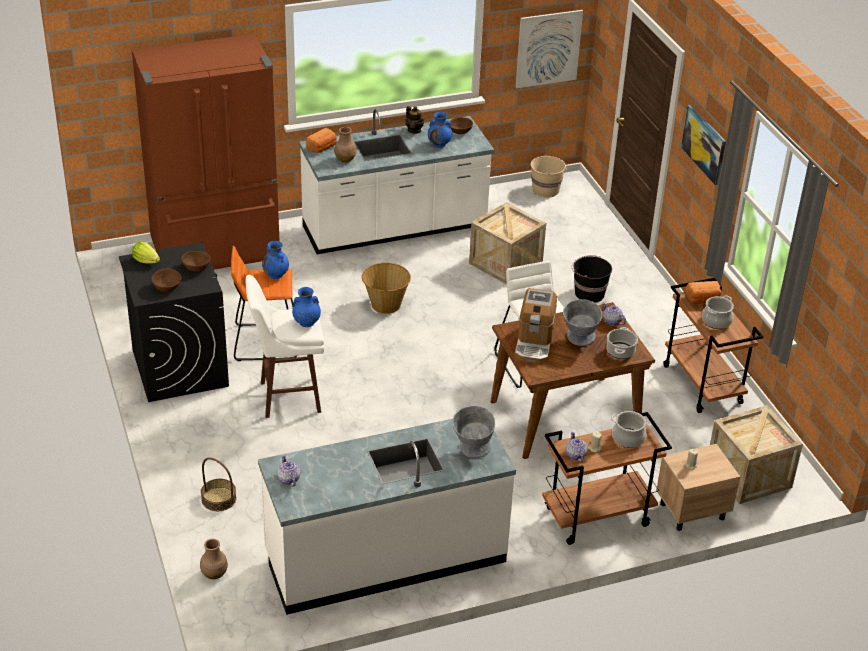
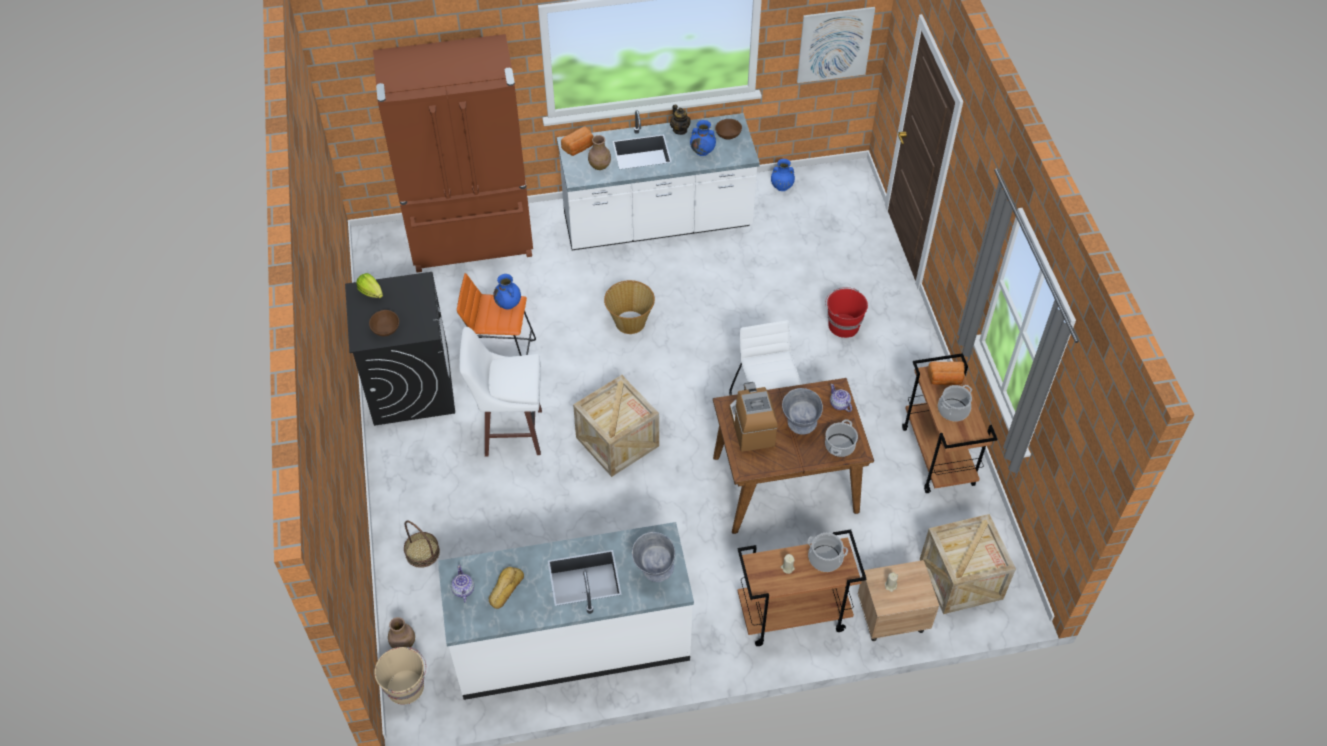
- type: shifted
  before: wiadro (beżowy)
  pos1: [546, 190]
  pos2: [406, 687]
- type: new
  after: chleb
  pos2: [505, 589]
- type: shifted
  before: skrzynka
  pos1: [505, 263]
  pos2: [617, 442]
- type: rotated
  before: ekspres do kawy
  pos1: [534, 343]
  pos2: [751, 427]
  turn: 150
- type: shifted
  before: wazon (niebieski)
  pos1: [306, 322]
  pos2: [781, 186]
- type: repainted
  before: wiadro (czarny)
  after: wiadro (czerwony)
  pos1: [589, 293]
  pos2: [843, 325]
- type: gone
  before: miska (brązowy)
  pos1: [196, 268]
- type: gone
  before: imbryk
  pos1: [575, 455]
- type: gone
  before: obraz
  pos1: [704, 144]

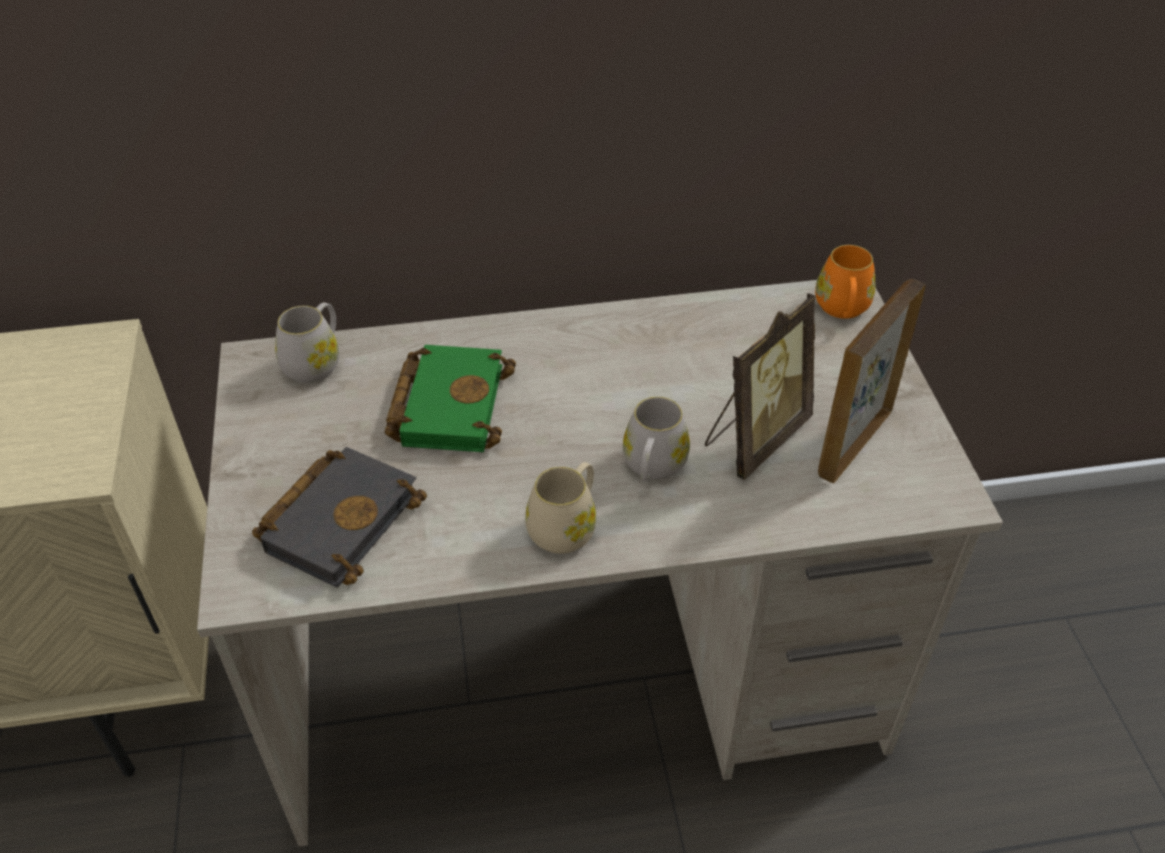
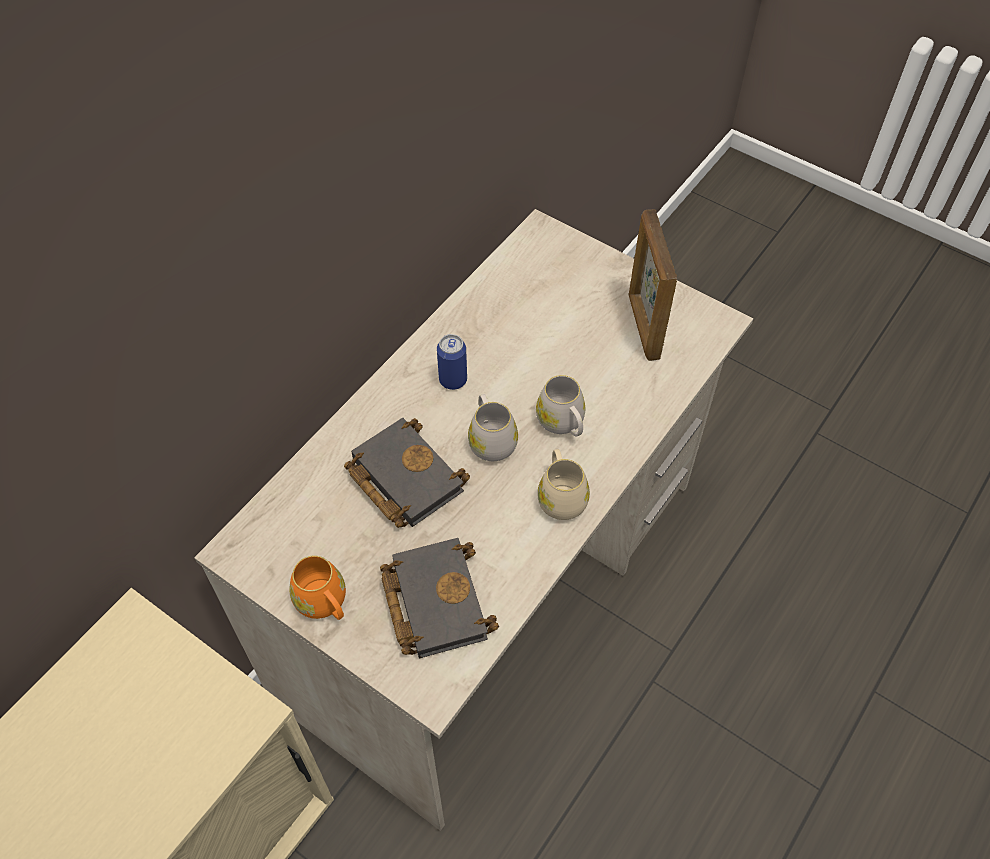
- type: shifted
  before: kubek (pomarańczowy)
  pos1: [842, 310]
  pos2: [324, 603]
- type: repainted
  before: książka (zielony)
  after: książka (czarny)
  pos1: [448, 403]
  pos2: [402, 477]
- type: new
  after: puszka
  pos2: [453, 380]
- type: shifted
  before: kubek (biały)
  pos1: [316, 362]
  pos2: [490, 440]
- type: gone
  before: ramka na zdjęcie
  pos1: [754, 438]

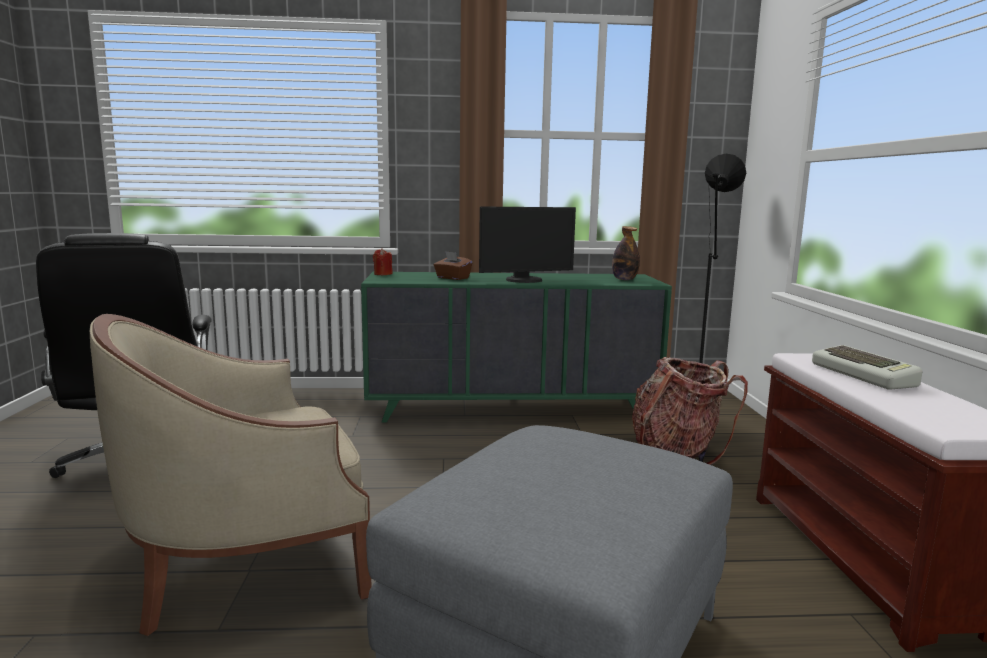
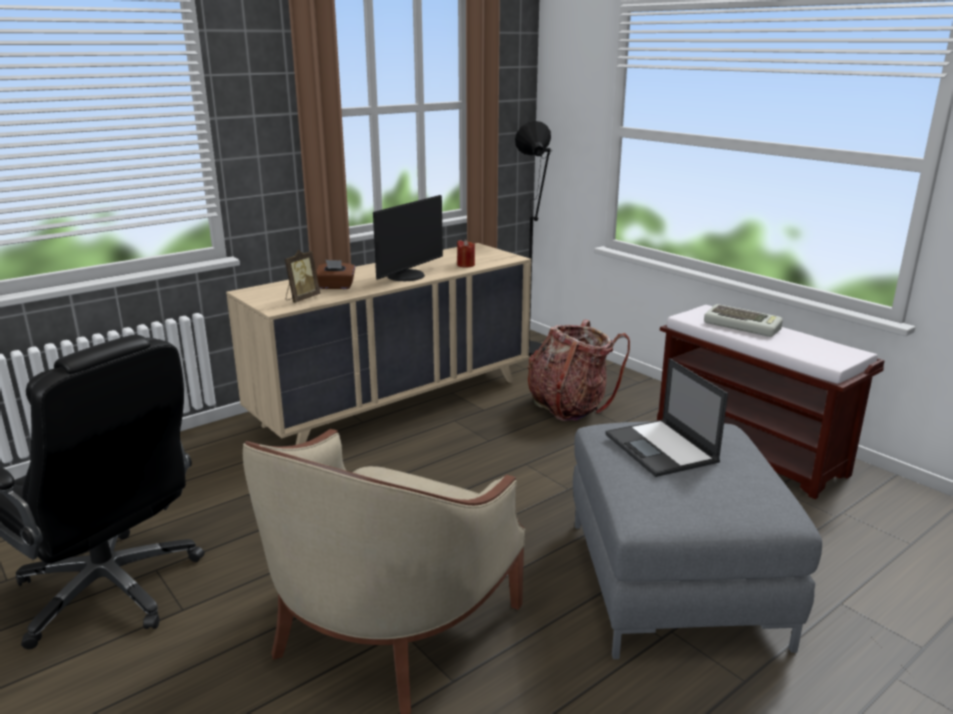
- type: repainted
  before: komoda (zielony)
  after: komoda (beżowy)
  pos1: [512, 409]
  pos2: [395, 402]
- type: new
  after: ramka na zdjęcie
  pos2: [301, 298]
- type: shifted
  before: świeca (czerwony)
  pos1: [383, 274]
  pos2: [466, 265]
- type: new
  after: laptop
  pos2: [661, 448]
- type: gone
  before: butelka
  pos1: [624, 279]

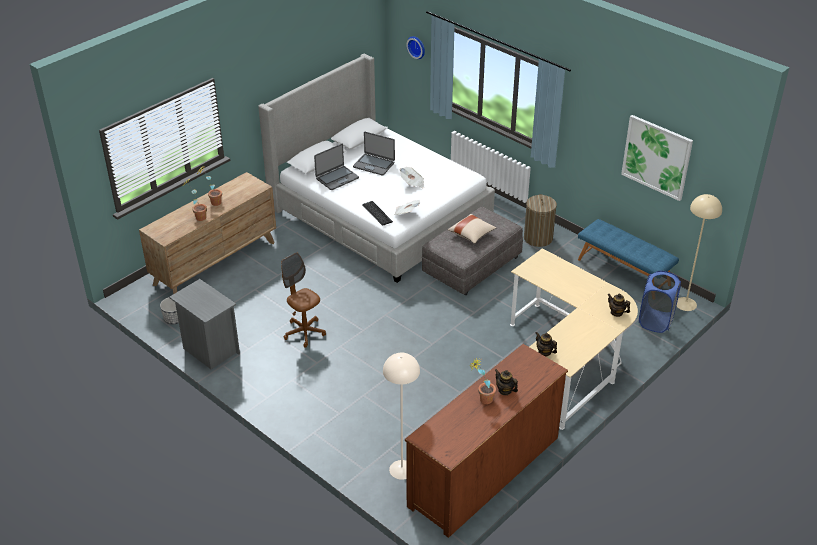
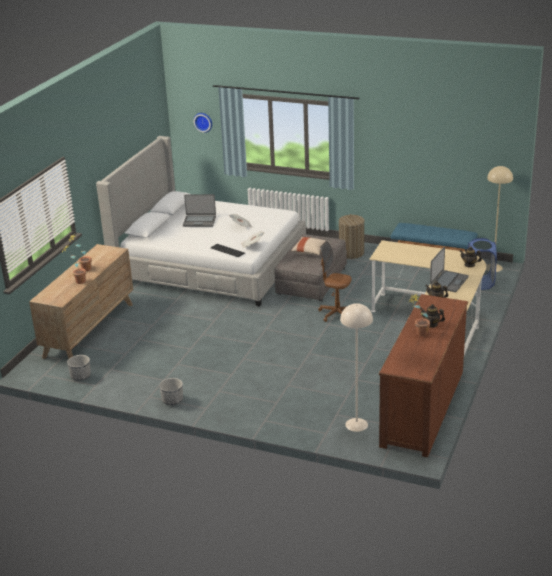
- type: new
  after: donica
  pos2: [172, 400]
- type: shifted
  before: krzesło biurowe (brązowy)
  pos1: [304, 332]
  pos2: [336, 314]
- type: shifted
  before: laptop
  pos1: [337, 178]
  pos2: [448, 282]
- type: gone
  before: szafka nocna (szary)
  pos1: [209, 350]
- type: gone
  before: obraz
  pos1: [656, 157]

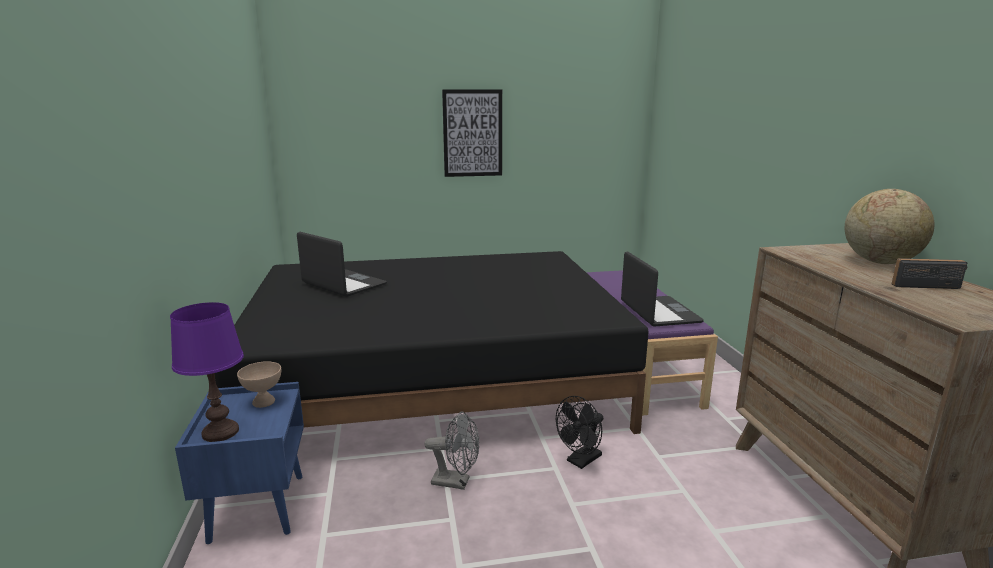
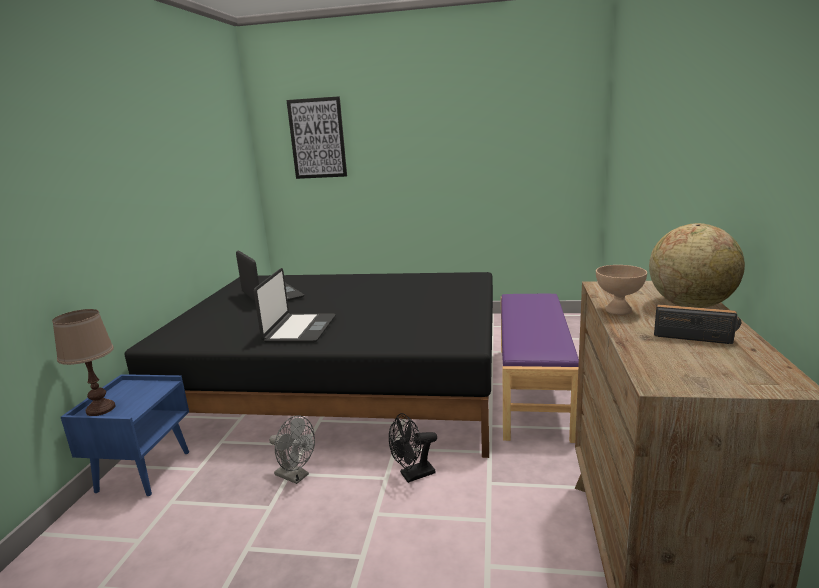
- type: repainted
  before: lampa stołowa (fioletowy)
  after: lampa stołowa (brązowy)
  pos1: [220, 432]
  pos2: [101, 409]
- type: shifted
  before: laptop
  pos1: [658, 312]
  pos2: [299, 329]
- type: shifted
  before: obraz
  pos1: [472, 133]
  pos2: [317, 138]
- type: shifted
  before: miska (beżowy)
  pos1: [264, 402]
  pos2: [619, 310]

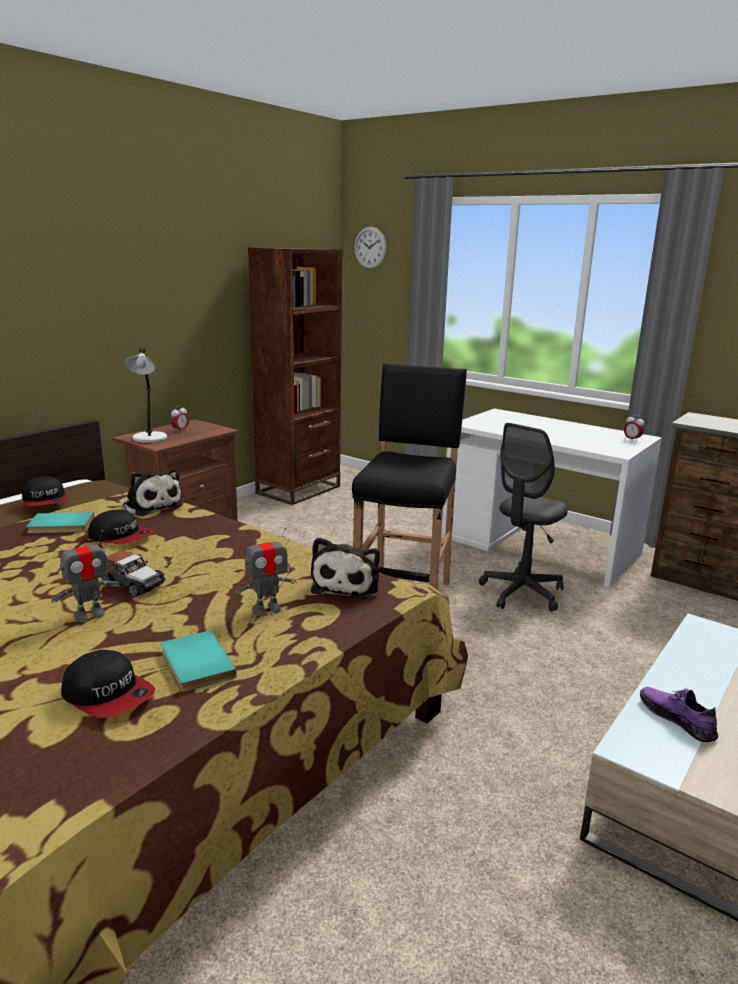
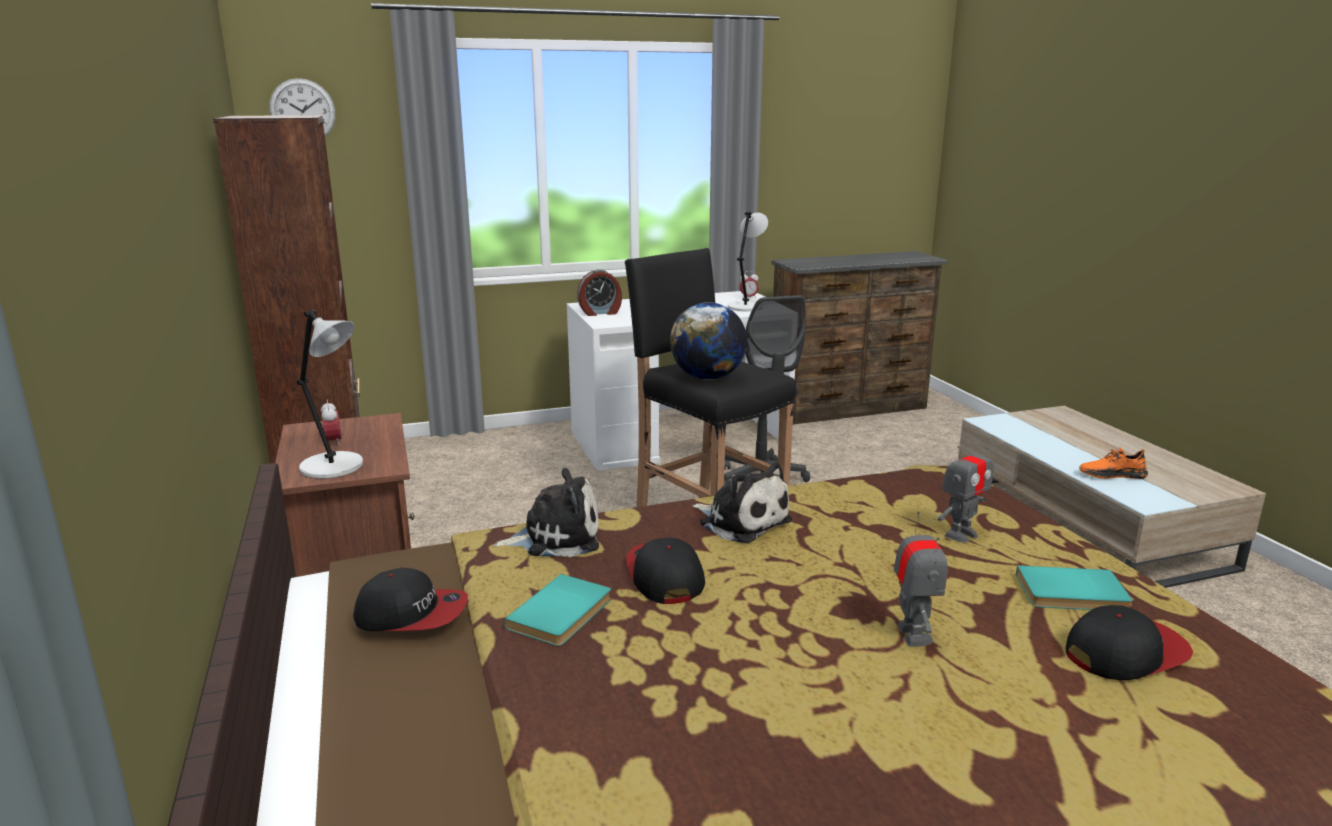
- type: new
  after: budzik
  pos2: [600, 313]
- type: rotated
  before: czapka z daszkiem
  pos1: [121, 537]
  pos2: [664, 575]
  turn: -75
- type: new
  after: globus
  pos2: [707, 378]
- type: shifted
  before: pluszak
  pos1: [347, 584]
  pos2: [741, 521]
- type: new
  after: lampa stołowa (szary)
  pos2: [746, 306]
- type: rotated
  before: robot zabawkowy
  pos1: [267, 609]
  pos2: [960, 534]
  turn: 45
- type: repainted
  before: but (fioletowy)
  after: but (pomarańczowy)
  pos1: [676, 718]
  pos2: [1111, 475]
- type: gone
  before: samochodzik
  pos1: [132, 584]

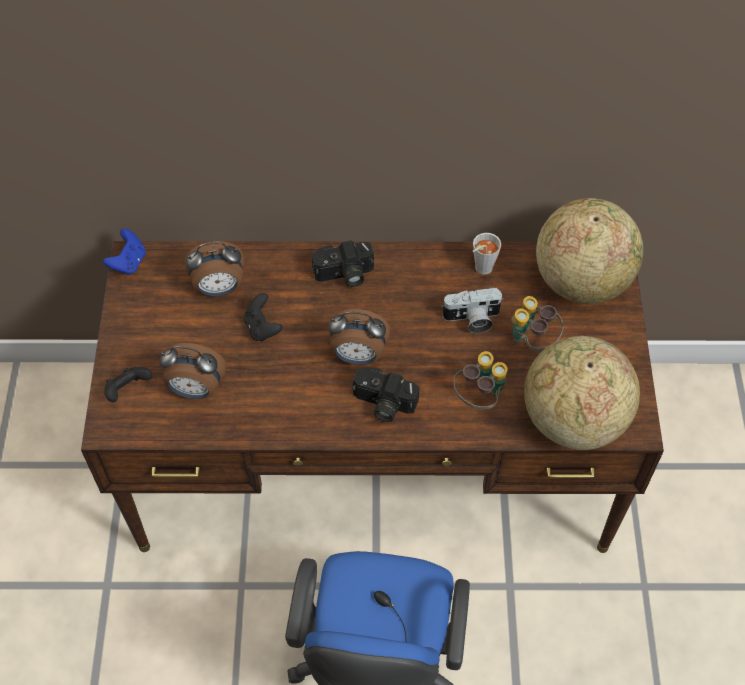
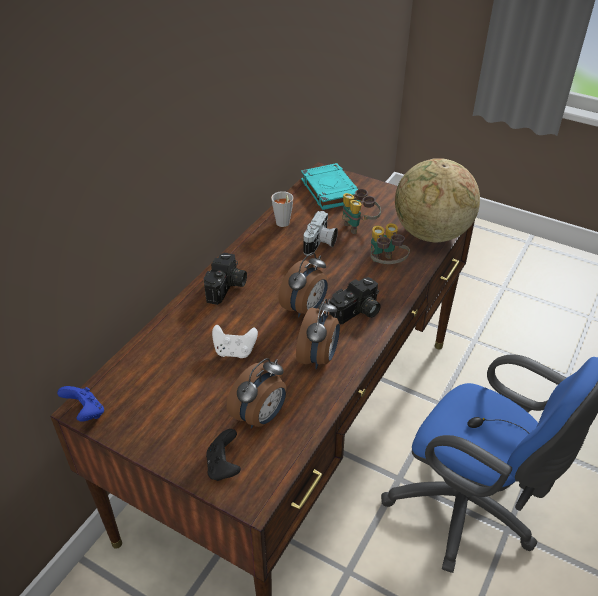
- type: repainted
  before: pad do gier (czarny)
  after: pad do gier (biały)
  pos1: [262, 328]
  pos2: [234, 351]
- type: shifted
  before: budzik
  pos1: [219, 289]
  pos2: [319, 358]
- type: swapped
  before: globus
  after: książka (turkusowy)
  pos1: [581, 281]
  pos2: [330, 190]

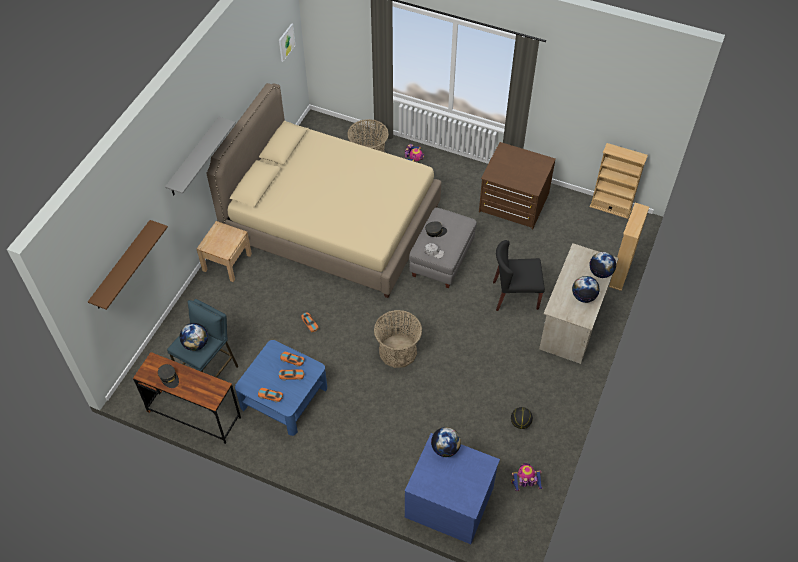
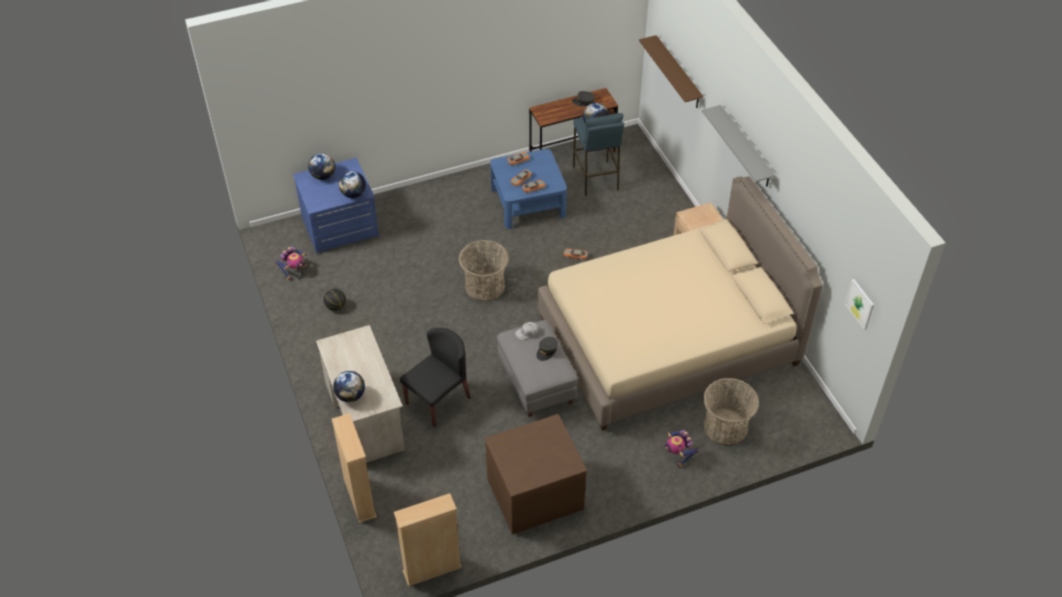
- type: shifted
  before: globus
  pos1: [583, 296]
  pos2: [323, 176]

